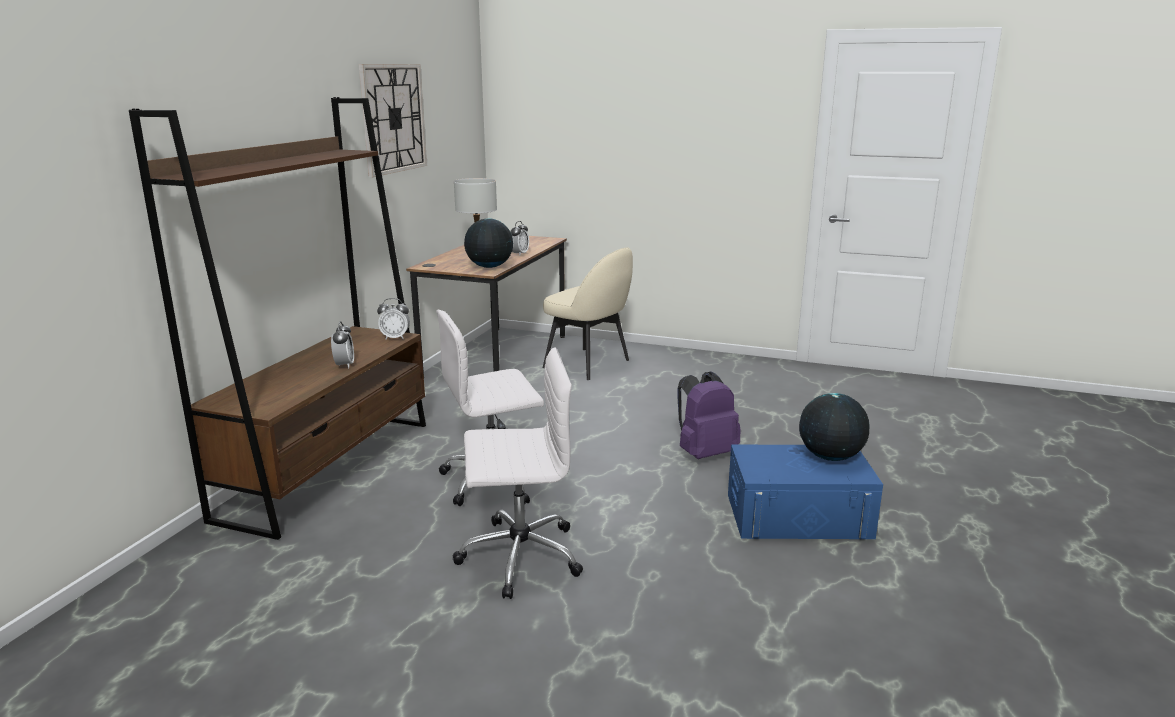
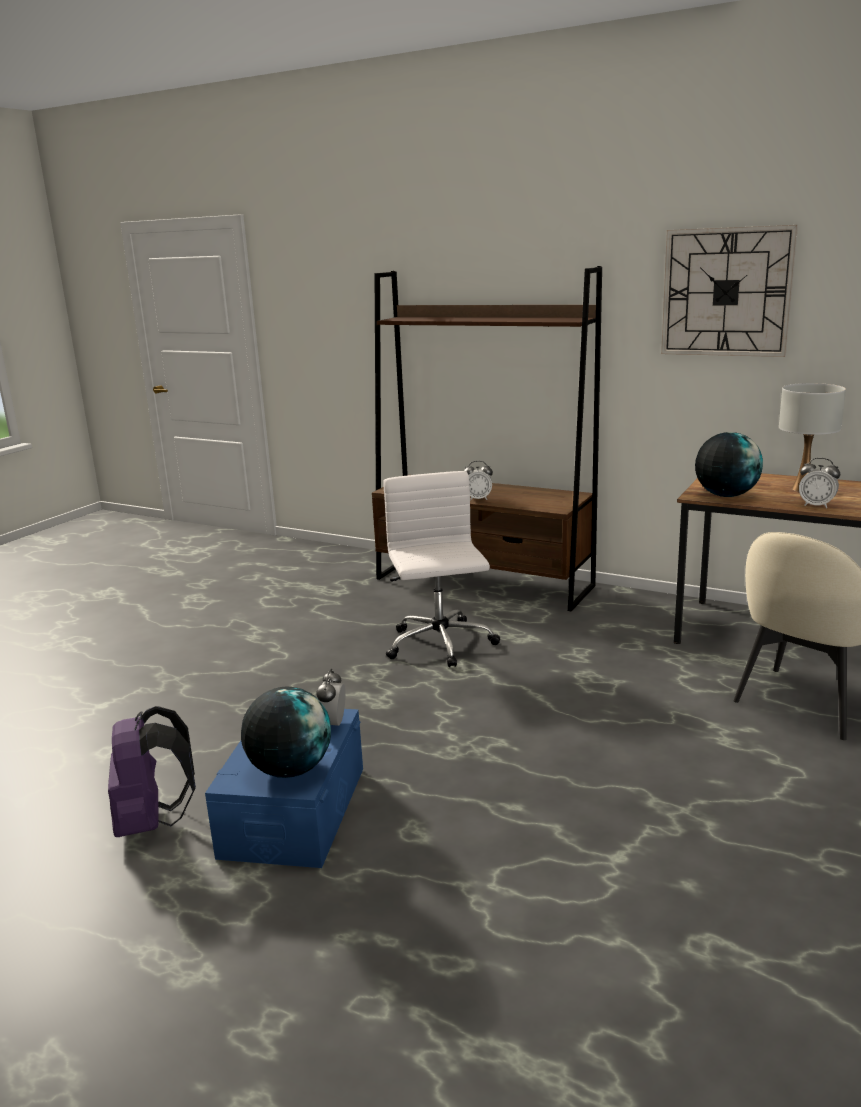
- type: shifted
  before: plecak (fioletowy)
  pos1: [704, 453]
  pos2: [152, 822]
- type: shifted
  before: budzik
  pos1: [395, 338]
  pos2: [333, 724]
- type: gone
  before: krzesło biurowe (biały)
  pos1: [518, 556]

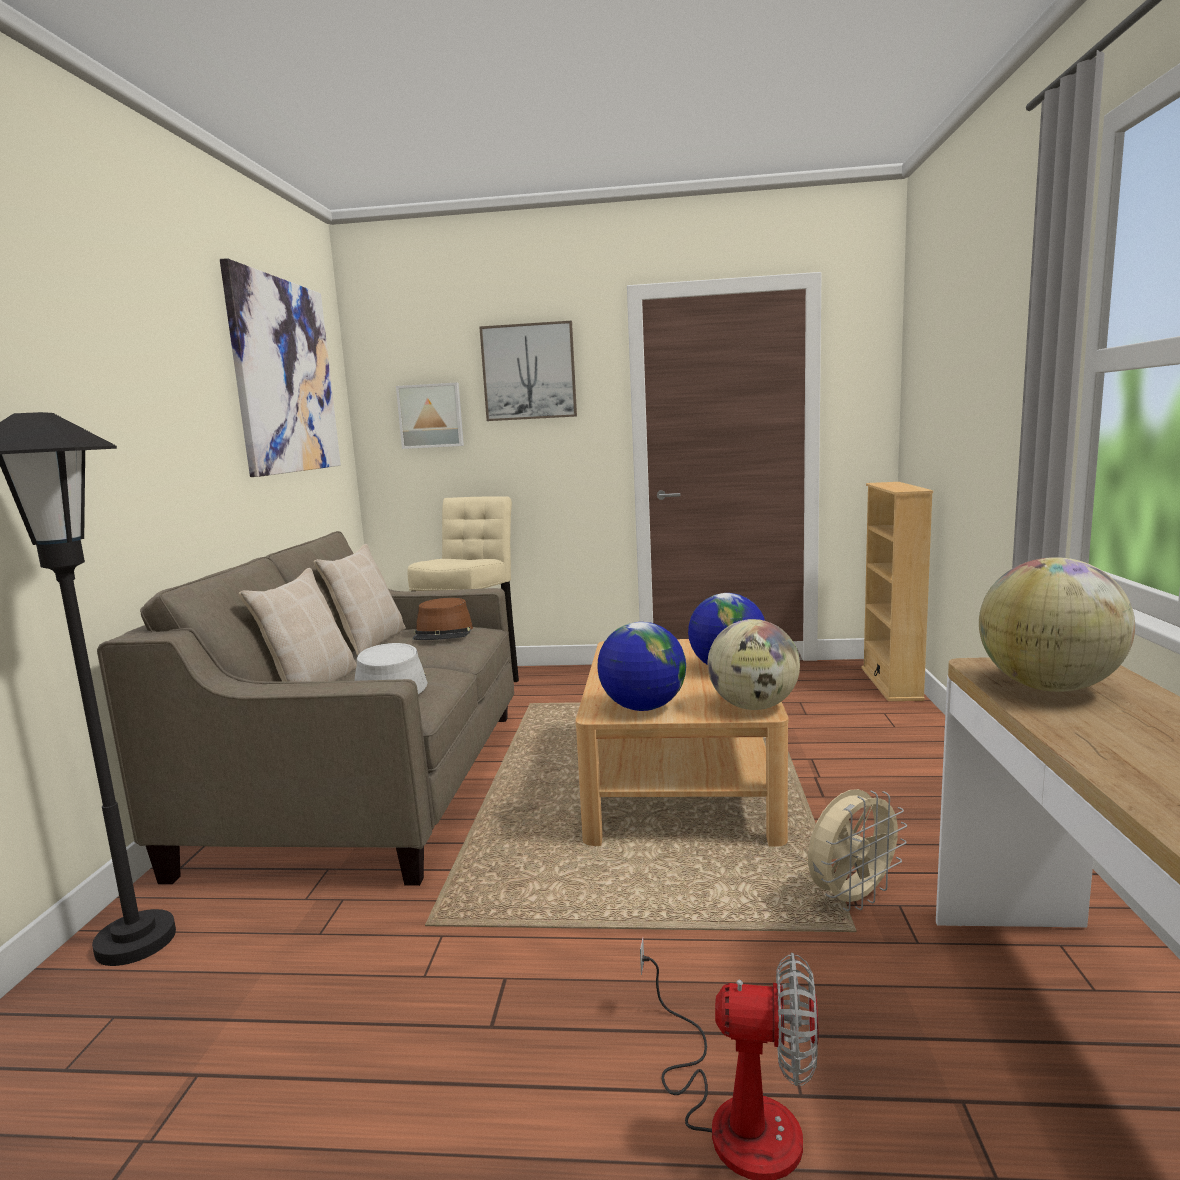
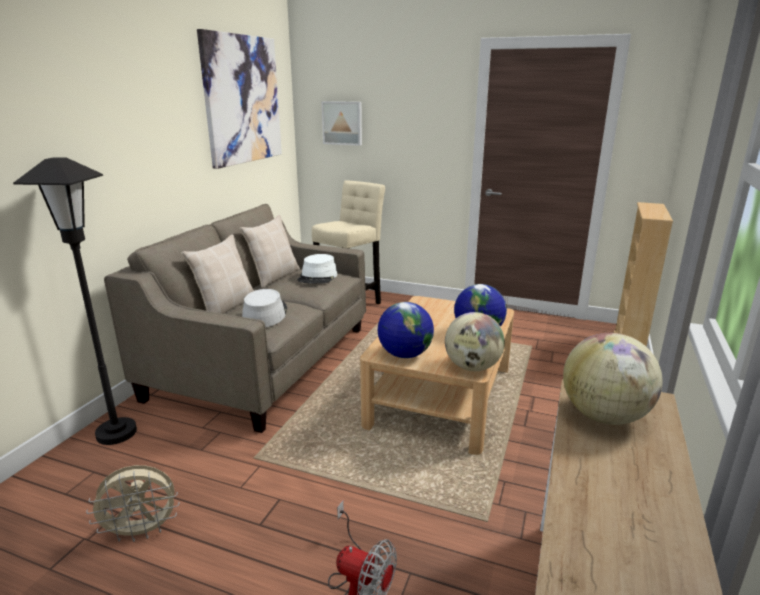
- type: shifted
  before: wentylator (beżowy)
  pos1: [852, 898]
  pos2: [142, 531]
- type: repainted
  before: kapelusz (brązowy)
  after: kapelusz (biały)
  pos1: [443, 633]
  pos2: [318, 277]
- type: gone
  before: obraz
  pos1: [529, 372]

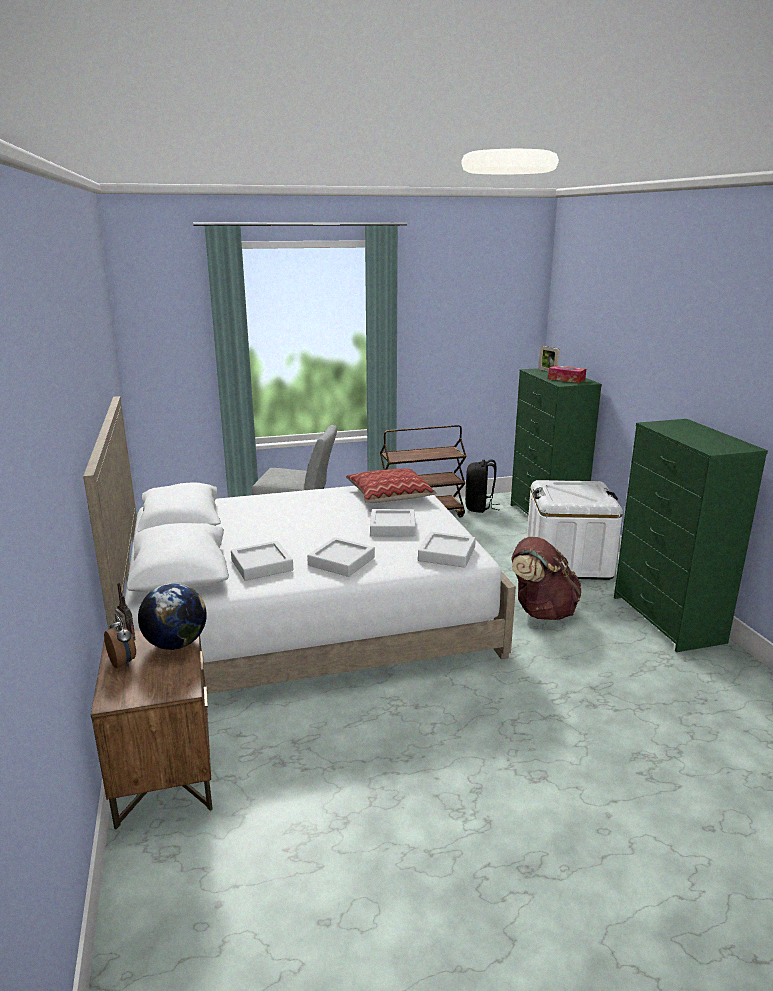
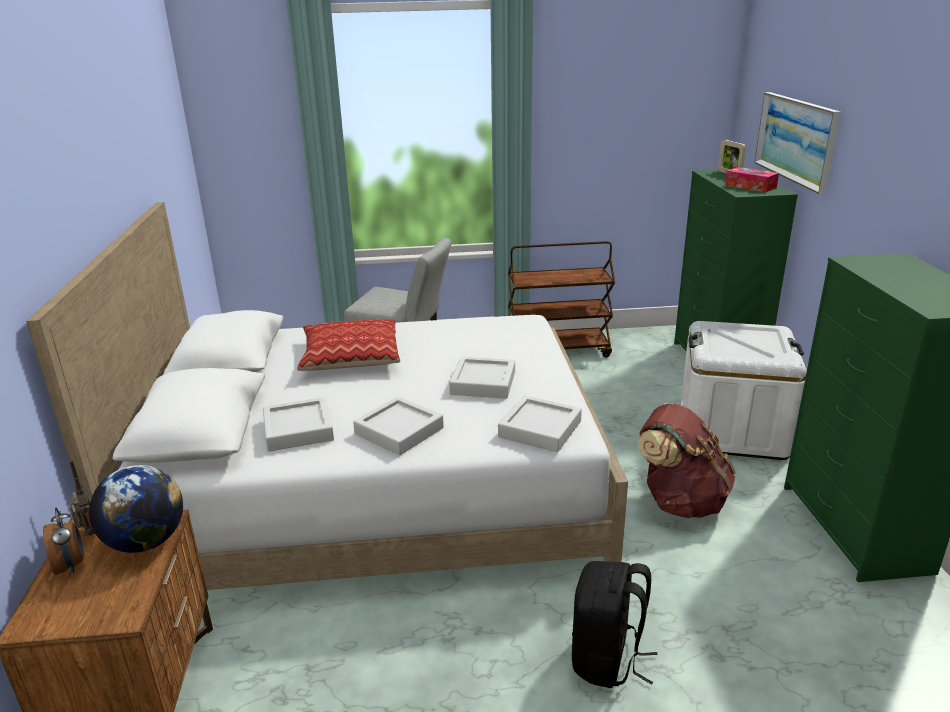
- type: shifted
  before: poduszka
  pos1: [389, 495]
  pos2: [350, 357]
- type: shifted
  before: plecak (czarny)
  pos1: [479, 507]
  pos2: [607, 660]
- type: new
  after: obraz
  pos2: [796, 139]

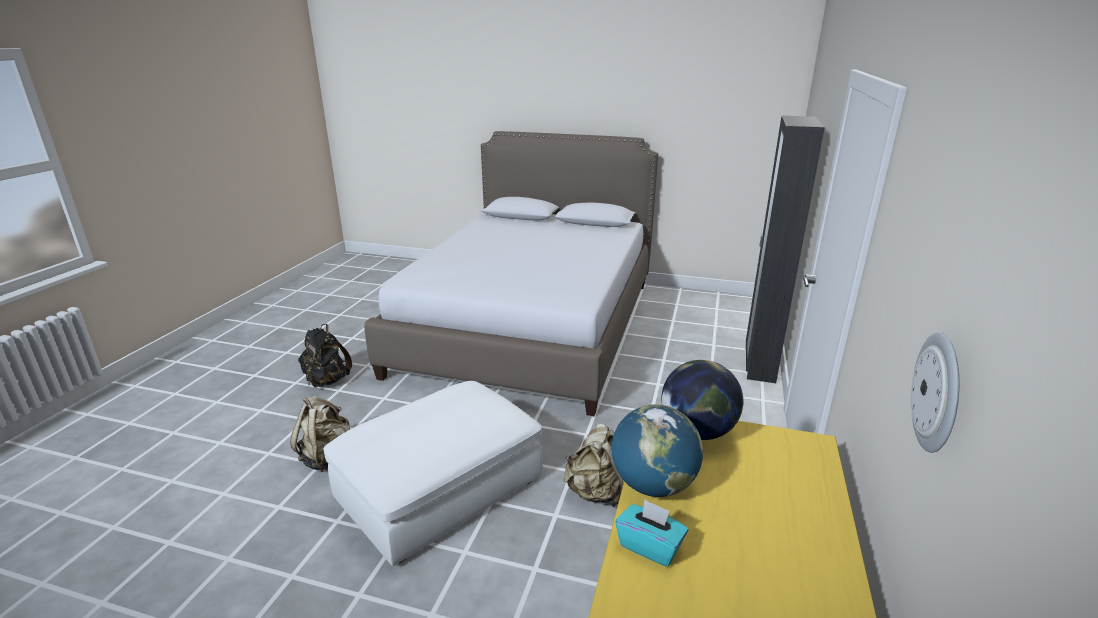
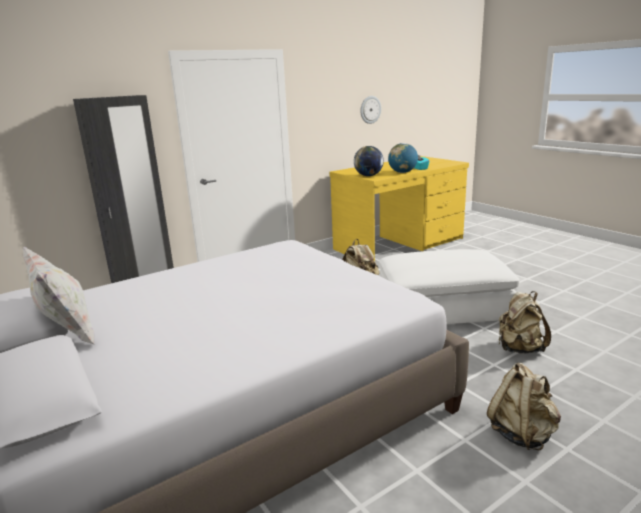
- type: new
  after: poduszka (biały)
  pos2: [68, 334]
- type: repainted
  before: plecak (czarny)
  after: plecak (beżowy)
  pos1: [327, 381]
  pos2: [522, 433]

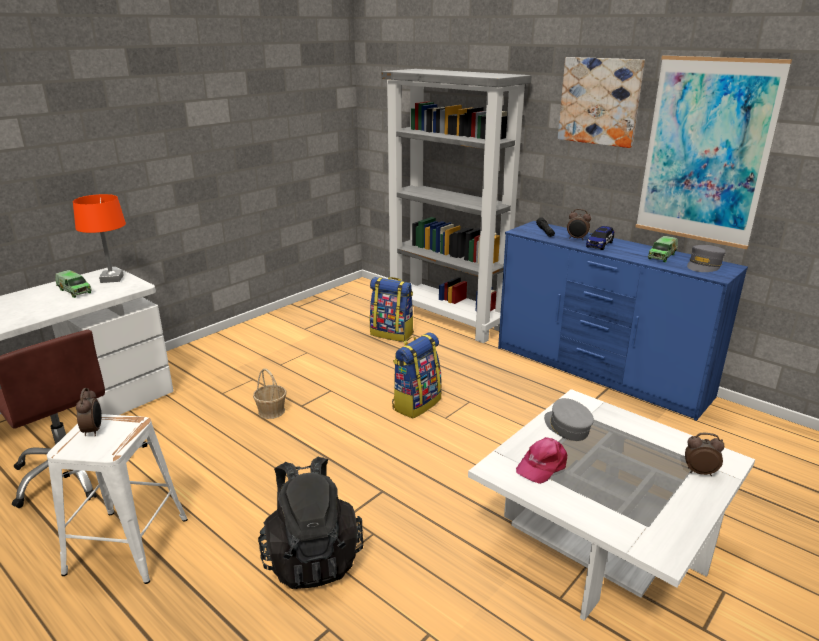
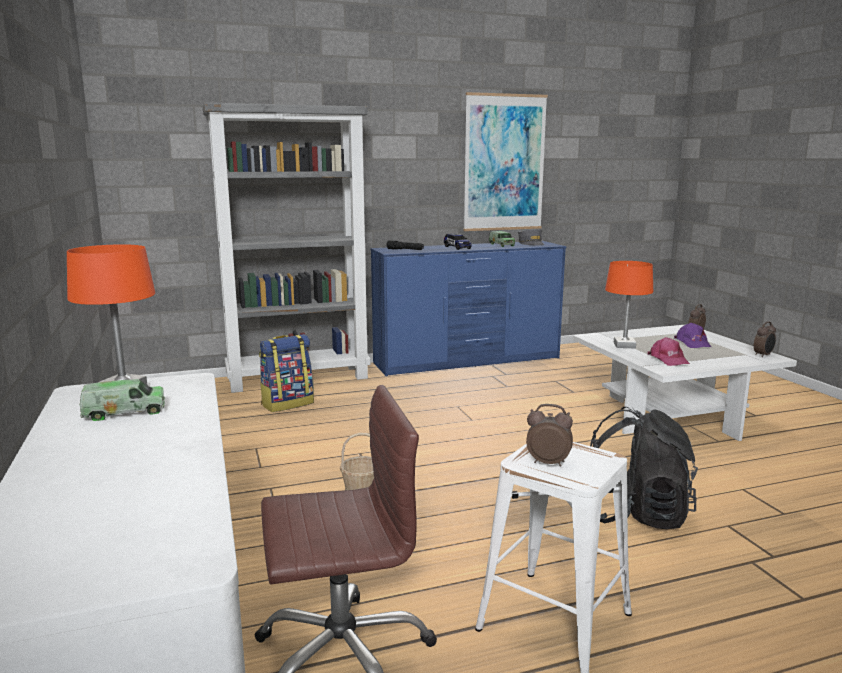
- type: swapped
  before: czapka z daszkiem (szary)
  after: lampa stołowa (pomarańczowy)
  pos1: [566, 427]
  pos2: [624, 345]
- type: new
  after: czapka z daszkiem (fioletowy)
  pos2: [692, 343]
- type: shifted
  before: budzik
  pos1: [577, 239]
  pos2: [763, 355]
- type: gone
  before: plecak
  pos1: [416, 403]
- type: gone
  before: obraz
  pos1: [600, 101]

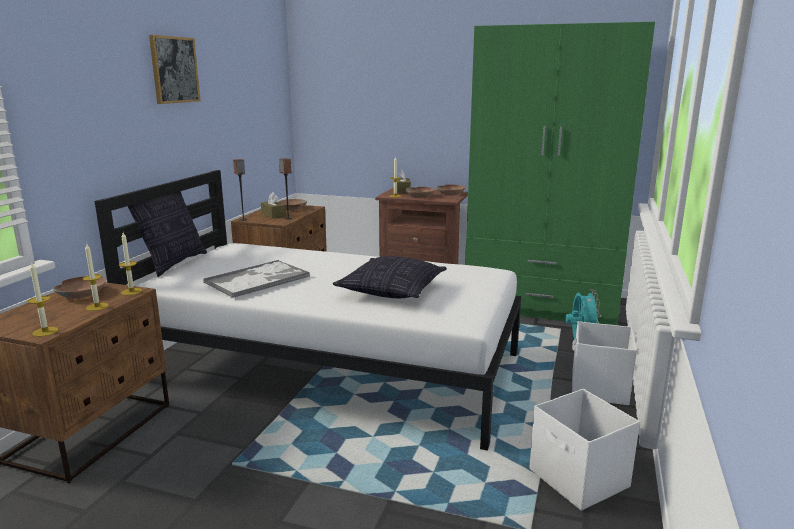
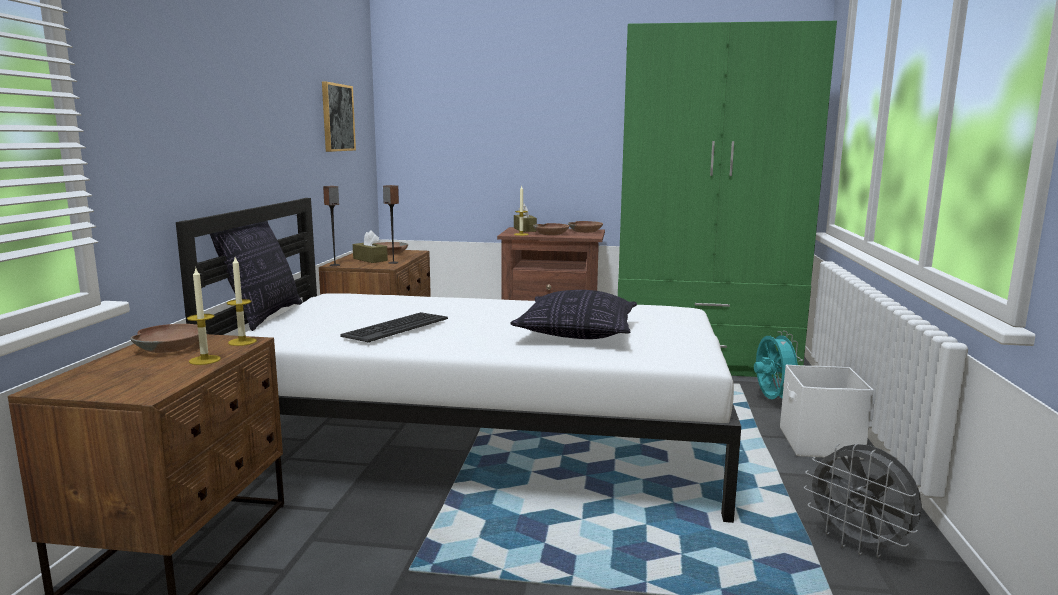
- type: shifted
  before: obraz
  pos1: [174, 70]
  pos2: [337, 117]
- type: swapped
  before: taca
  after: klawiatura
  pos1: [258, 279]
  pos2: [395, 328]
- type: swapped
  before: pojemnik do przechowywania (biały)
  after: wentylator (szary)
  pos1: [579, 479]
  pos2: [859, 545]
- type: gone
  before: świeca
  pos1: [45, 331]

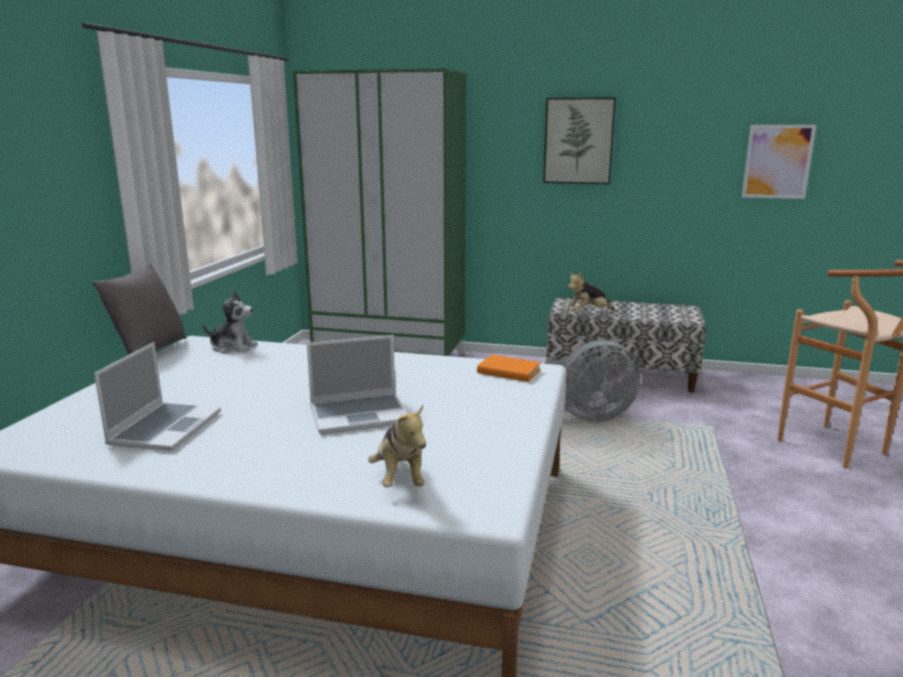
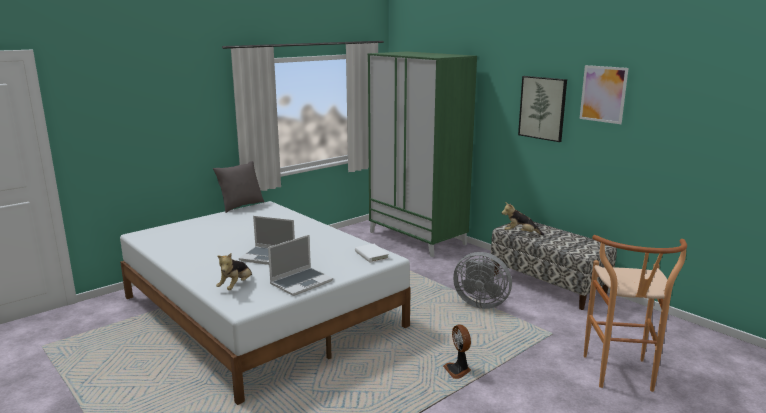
- type: shifted
  before: laptop
  pos1: [165, 428]
  pos2: [301, 282]
- type: repainted
  before: książka (pomarańczowy)
  after: książka (biały)
  pos1: [509, 372]
  pos2: [371, 255]
- type: new
  after: wentylator
  pos2: [458, 370]
- type: shifted
  before: obraz
  pos1: [777, 161]
  pos2: [603, 94]
- type: gone
  before: pluszak
  pos1: [233, 347]

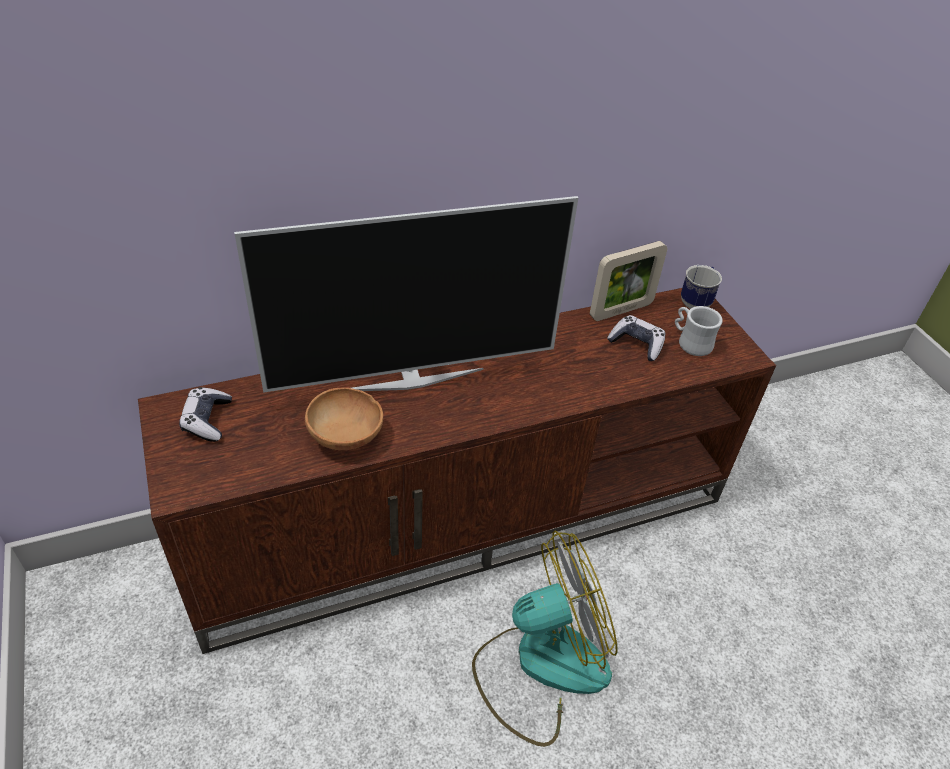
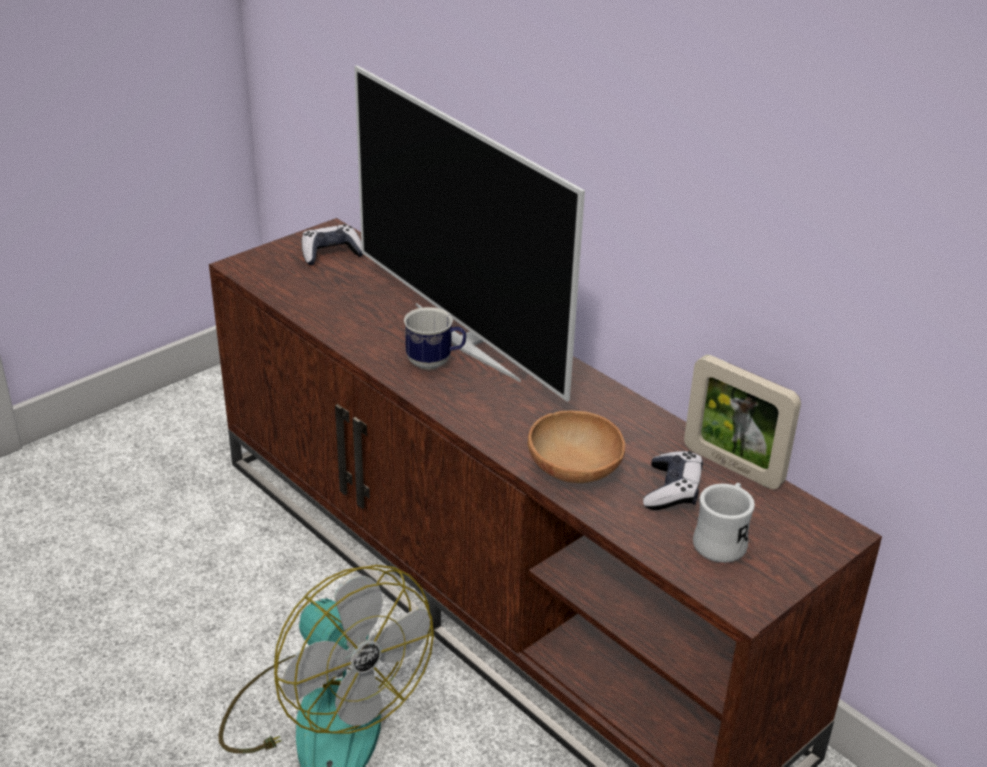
- type: shifted
  before: kubek
  pos1: [697, 301]
  pos2: [435, 363]
- type: shifted
  before: miska (brązowy)
  pos1: [347, 436]
  pos2: [574, 473]

